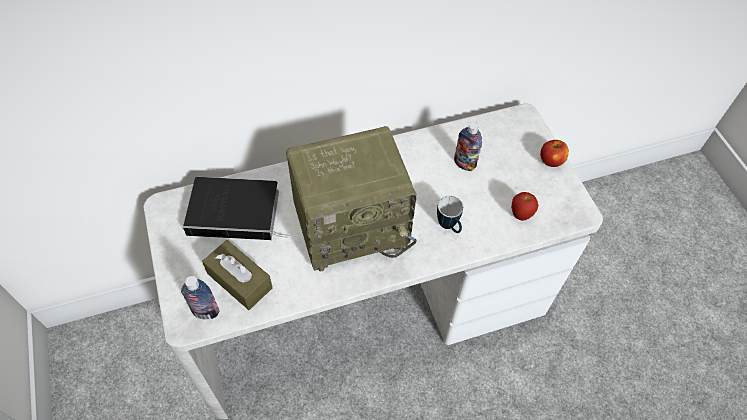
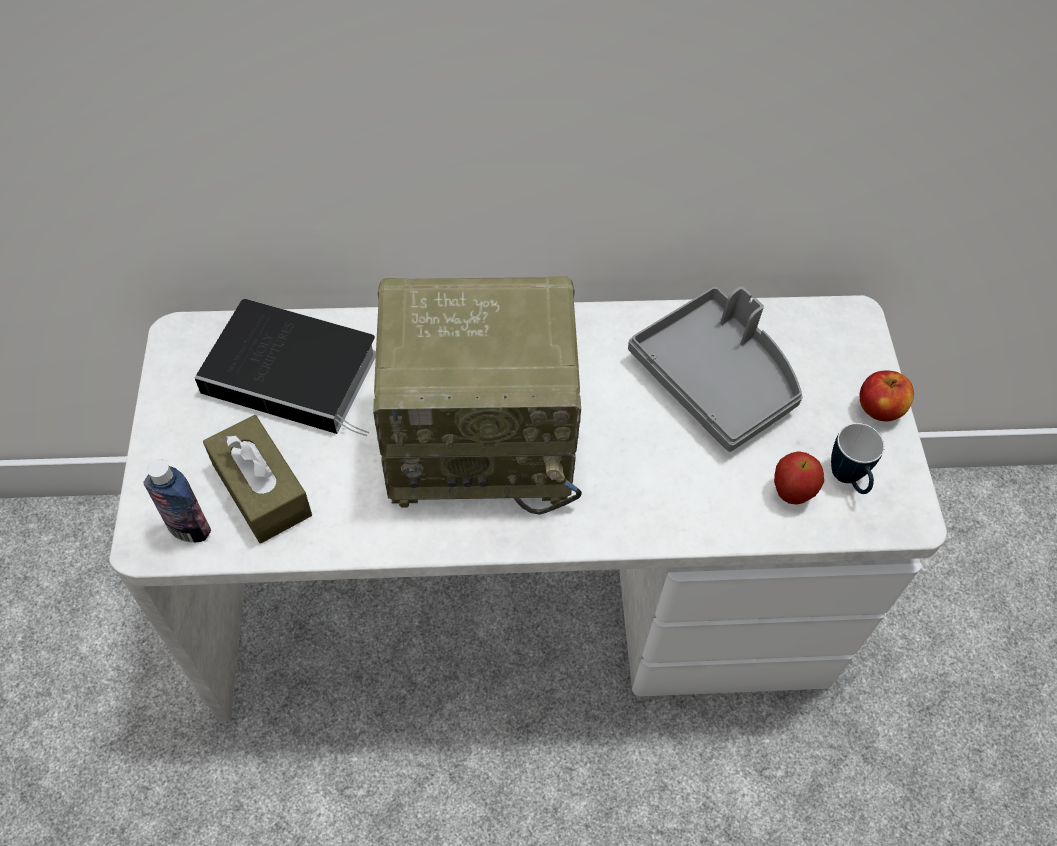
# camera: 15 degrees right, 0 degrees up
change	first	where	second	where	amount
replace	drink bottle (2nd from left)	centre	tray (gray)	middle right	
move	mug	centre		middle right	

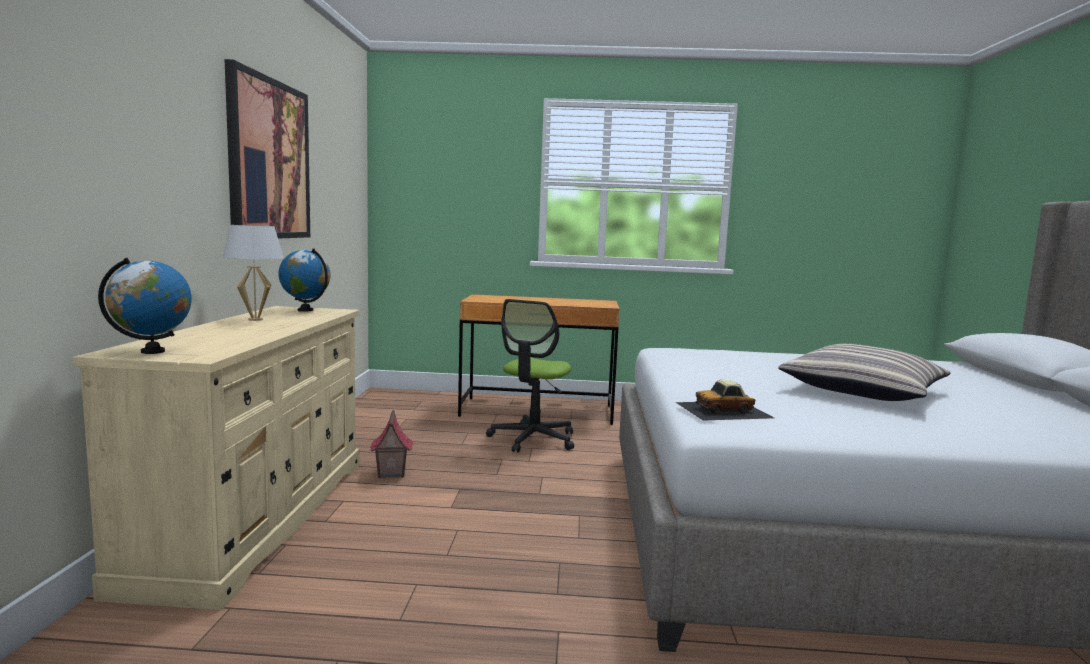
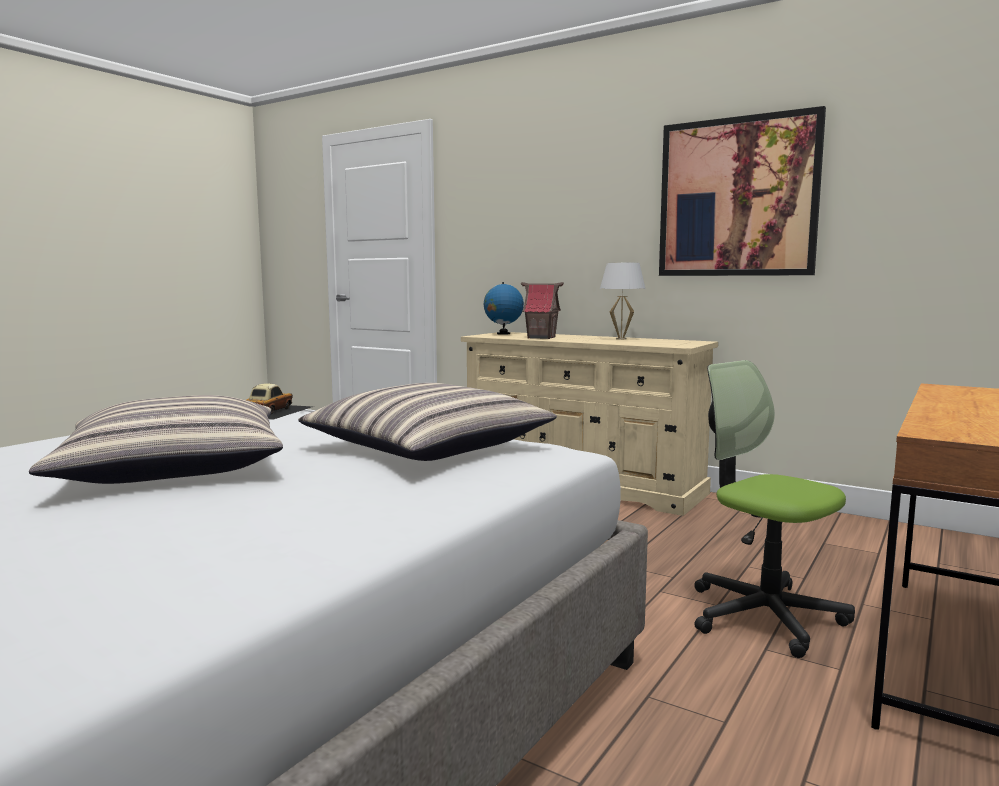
# camera: 120 degrees right, 0 degrees up
change	first	where	second	where	amount
delete	globe (2nd from left)	middle left			
move	model house	bottom centre		centre	
insert			throw pillow (2nd from left)	centre	

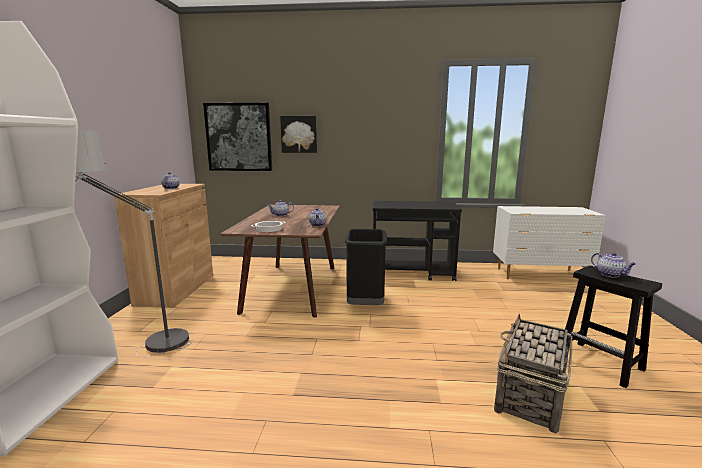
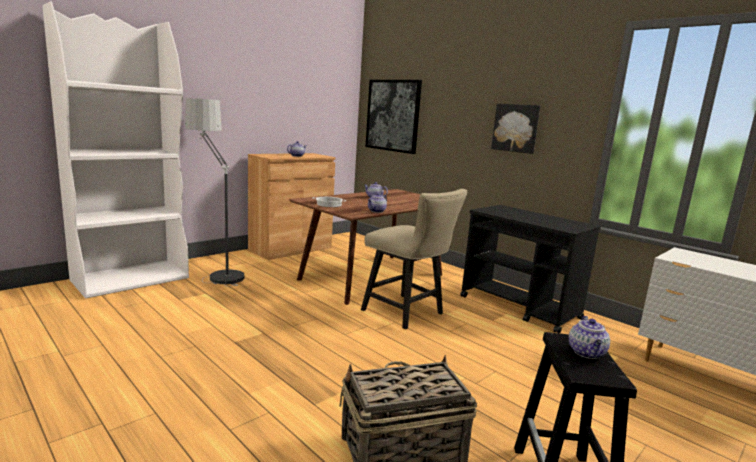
# camera: 40 degrees right, 0 degrees up
change	first	where	second	where	amount
move	picture (2nd from left)	top centre		top right	
replace	trash can (blackish)	centre	plain chair (beige)	centre	

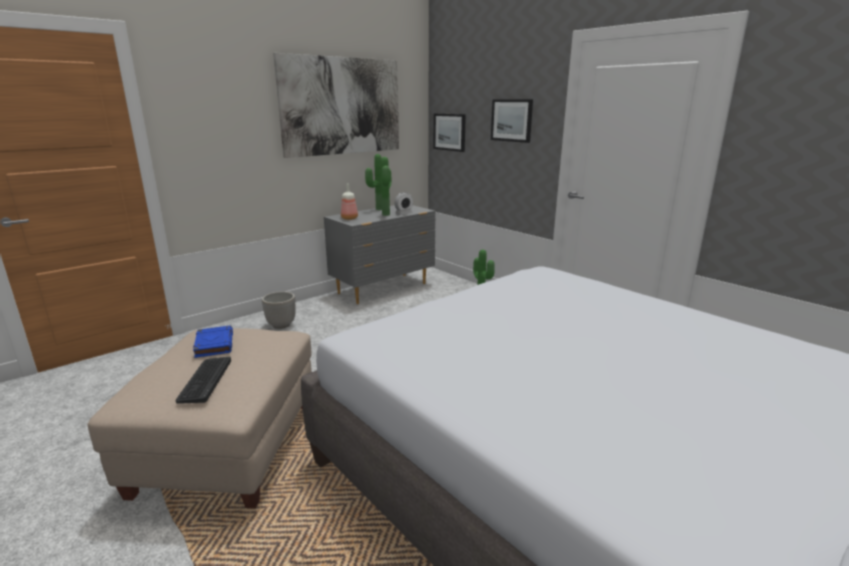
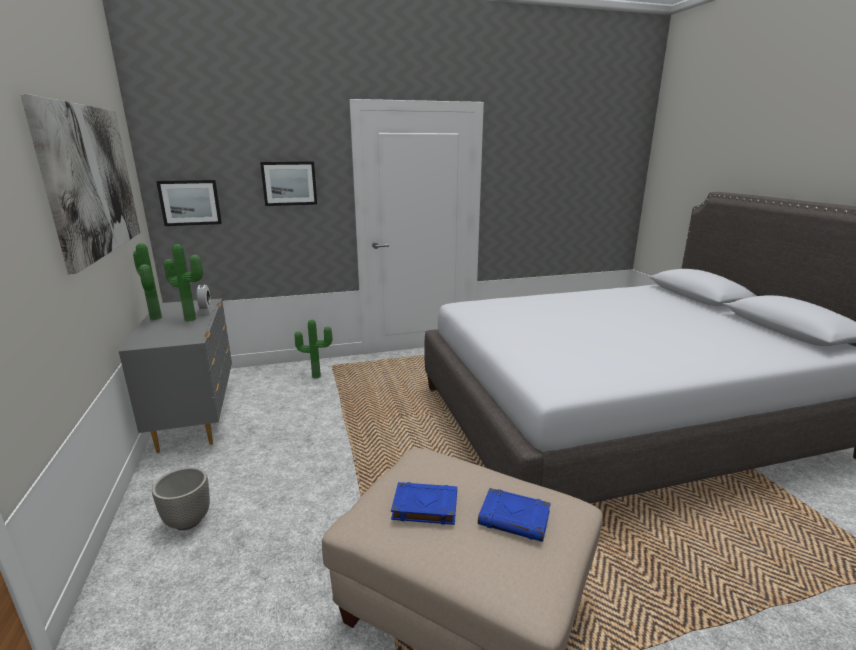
# camera: 65 degrees left, 0 degrees up
change	first	where	second	where	amount
delete	drink bottle	centre			
replace	computer keyboard	bottom left	bound book (blue-coloured) (2nd from left)	bottom centre	

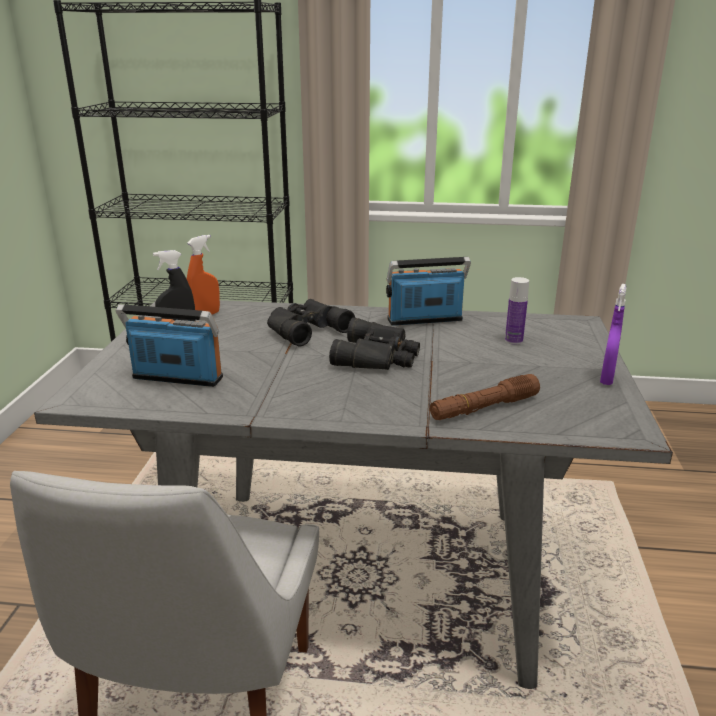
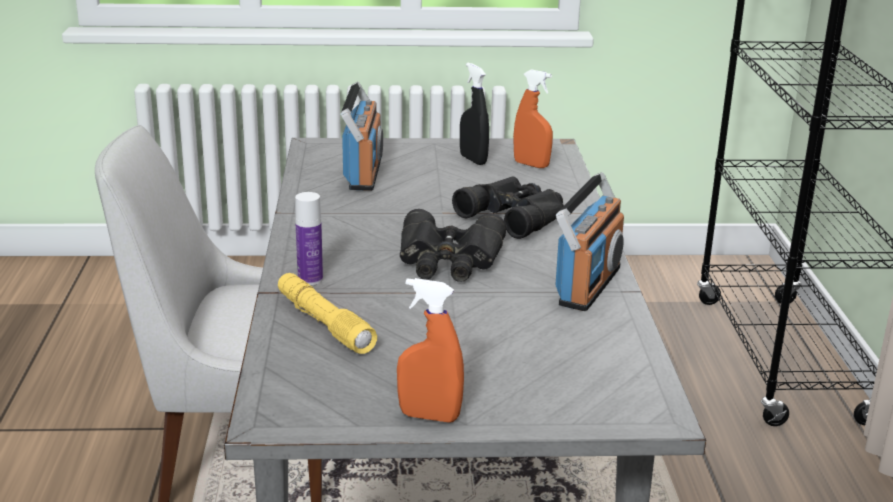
# camera: 80 degrees right, 0 degrees up
change	first	where	second	where	amount
rotate	radio (2nd from left)	centre		centre	45 degrees clockwise
move	drink bottle	middle right		centre	
recolor	spray bottle (purplish)	middle right	spray bottle (orangey) (1st from left)	bottom centre	
recolor	flashlight (brown)	middle right	flashlight (yellow-coloured)	centre	

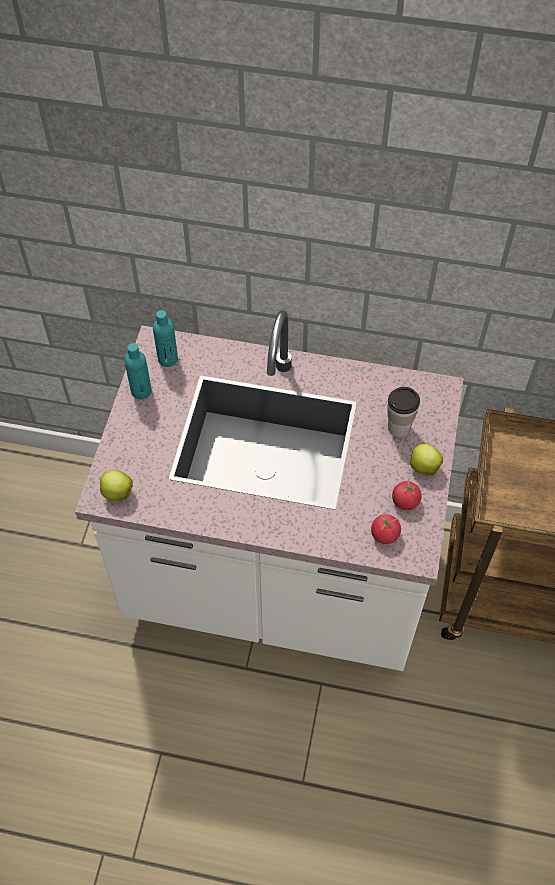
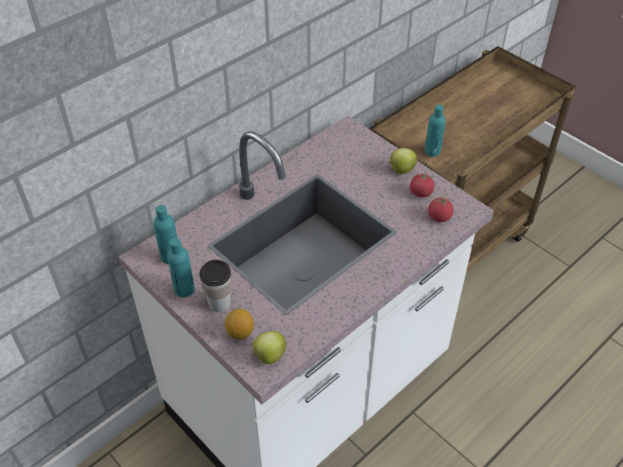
# camera: 55 degrees left, 10 degrees down
change	first	where	second	where	amount
move	cup	middle right		centre	
insert			drink bottle (turquoise) (3rd from left)	top right	
insert			lemon	bottom centre	

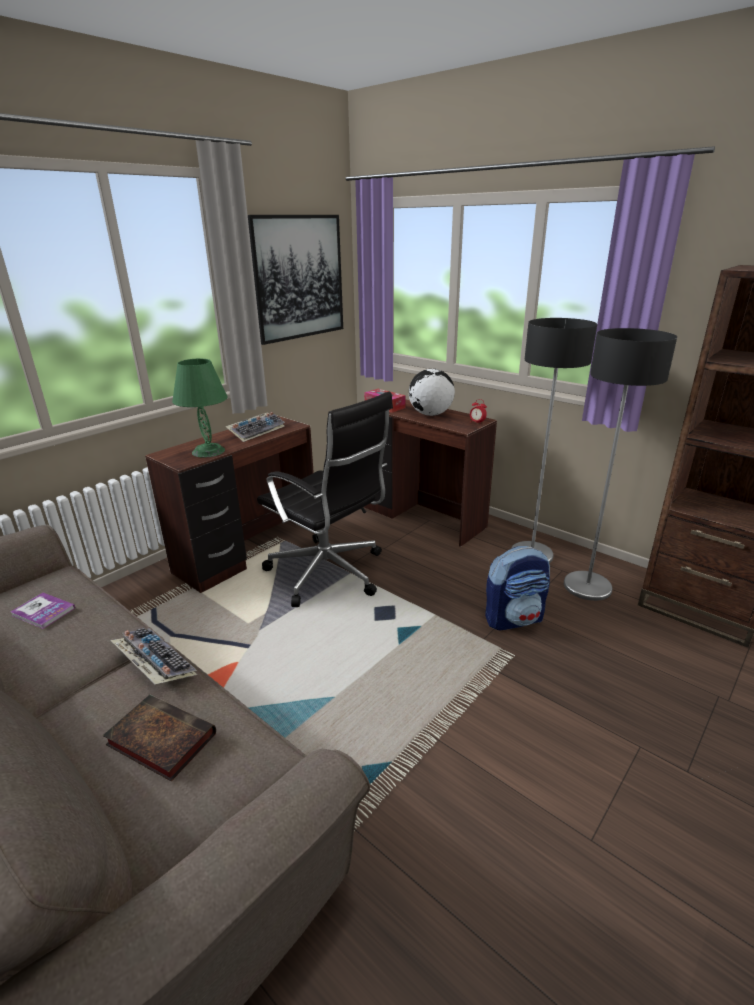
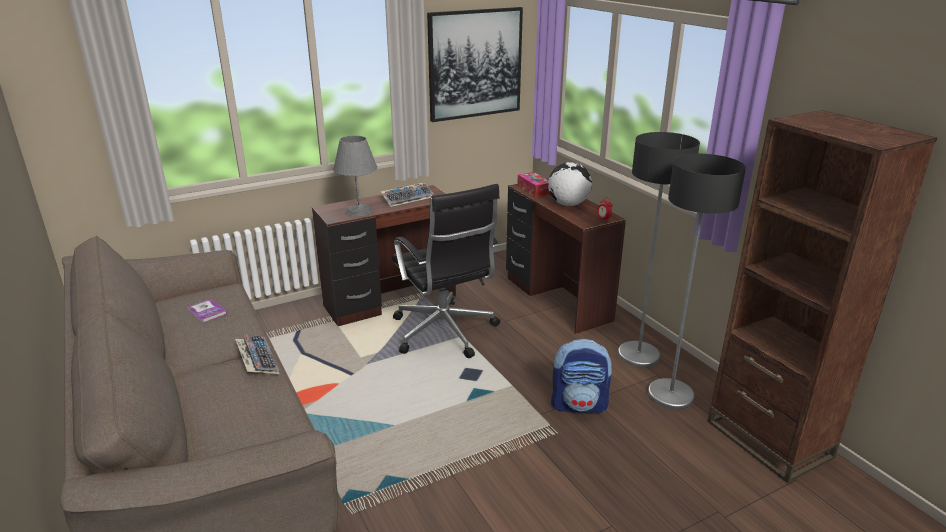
# camera: 20 degrees right, 0 degrees up
change	first	where	second	where	amount
recolor	lamp for a table (green)	middle left	lamp for a table (gray)	top centre	
delete	bound book (2nd from left)	bottom left			

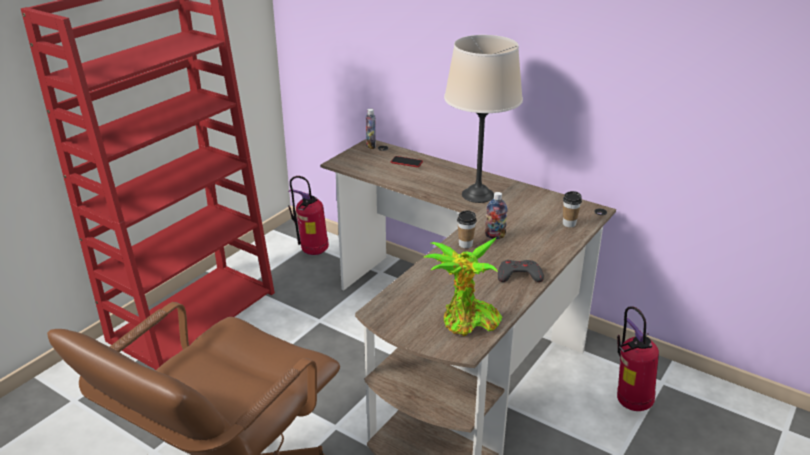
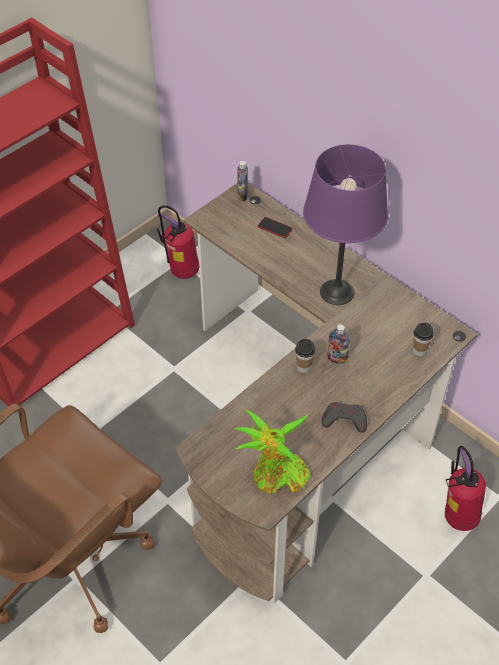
# camera: 10 degrees right, 20 degrees up
change	first	where	second	where	amount
recolor	lamp for a table (beige)	top centre	lamp for a table (purplish)	middle right	

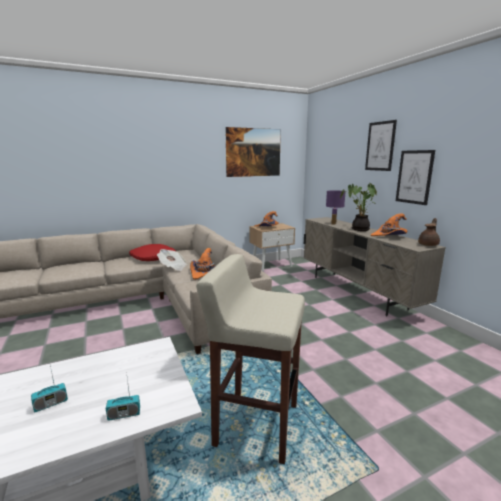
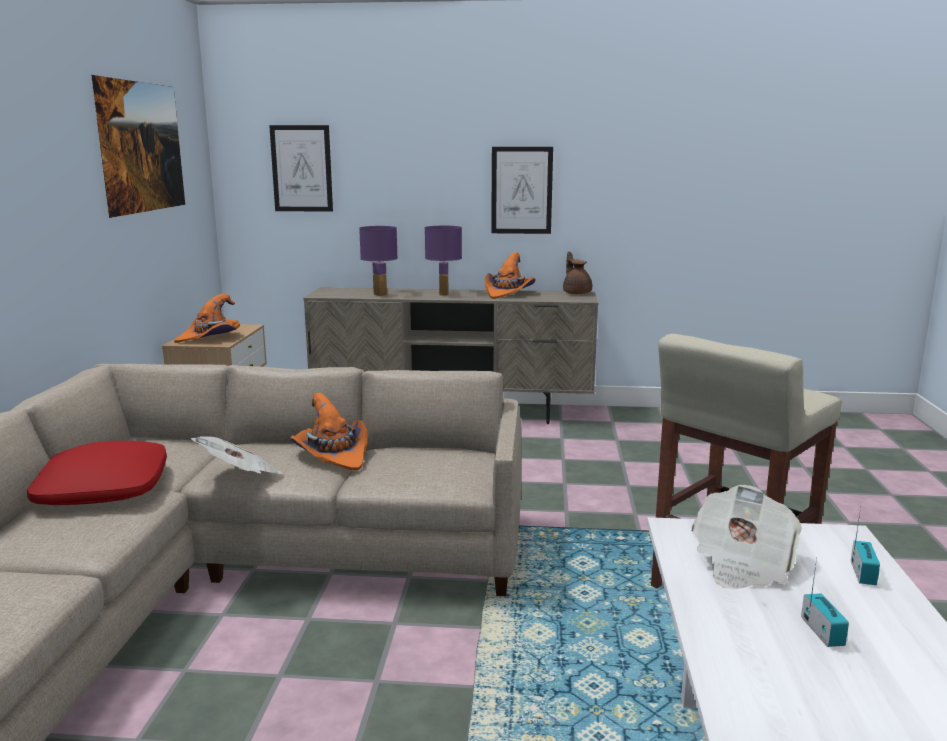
# camera: 60 degrees left, 0 degrees up
change	first	where	second	where	amount
move	picture (2nd from left)	top right		top left	
replace	plant in a pot	middle right	lamp for a table (purplish) (2nd from left)	centre	
insert			printed paper (2nd from left)	bottom right	

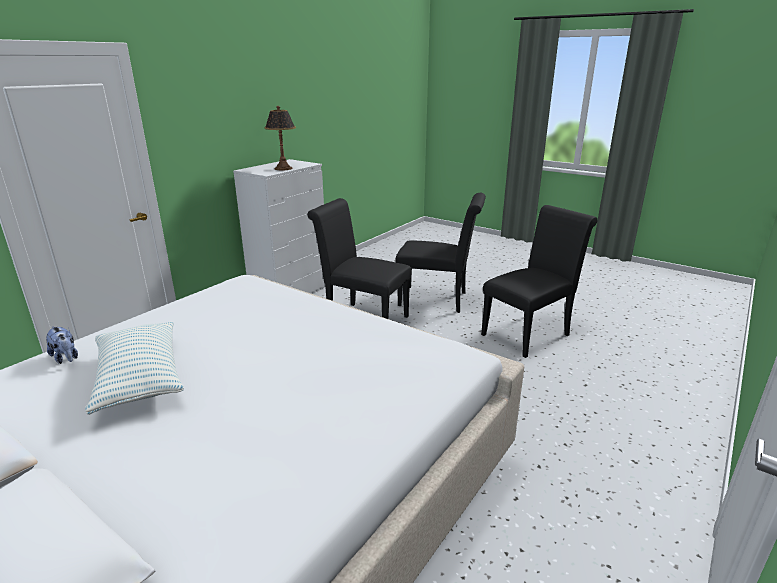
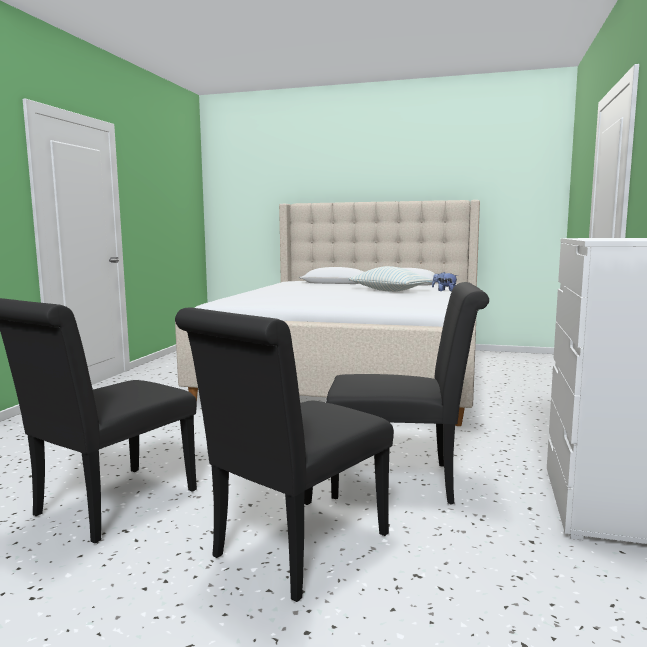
# camera: 160 degrees right, 15 degrees down
change	first	where	second	where	amount
delete	lamp for a table	top centre			
rotate	plain chair (blackish) (2nd from left)	centre		bottom centre	45 degrees counterclockwise

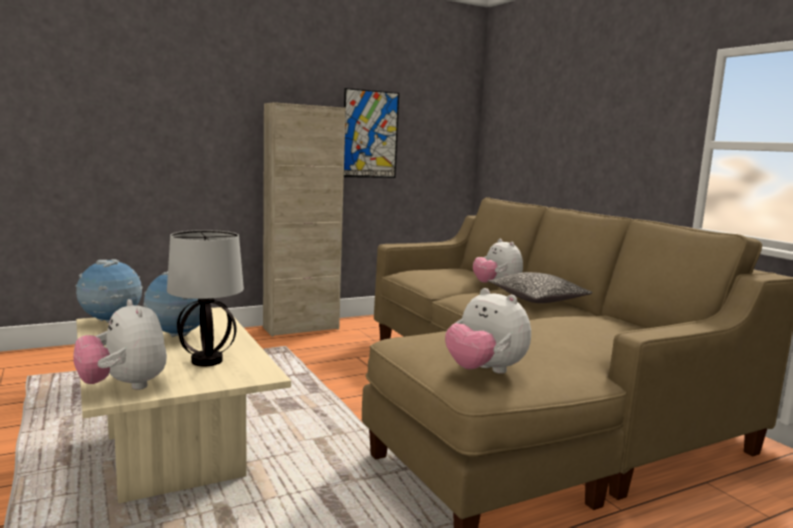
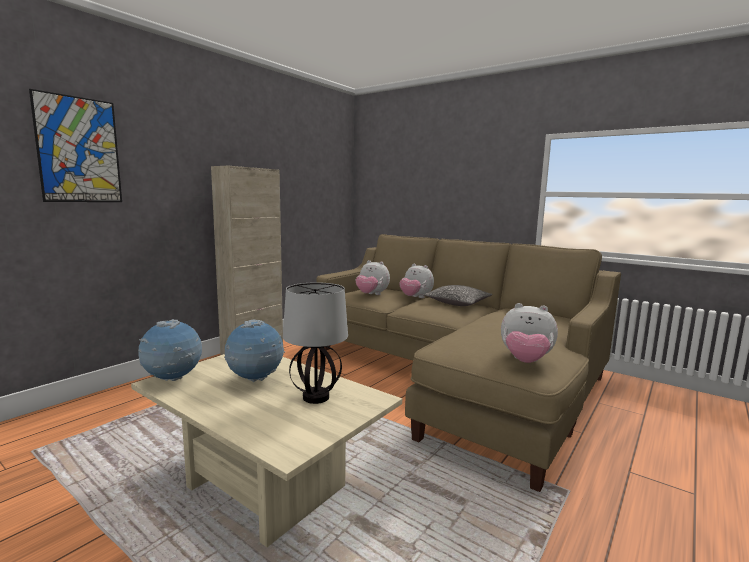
# camera: 25 degrees left, 0 degrees up
change	first	where	second	where	amount
move	picture	top centre		top left	
move	cuddly toy (1st from left)	middle left		centre	

